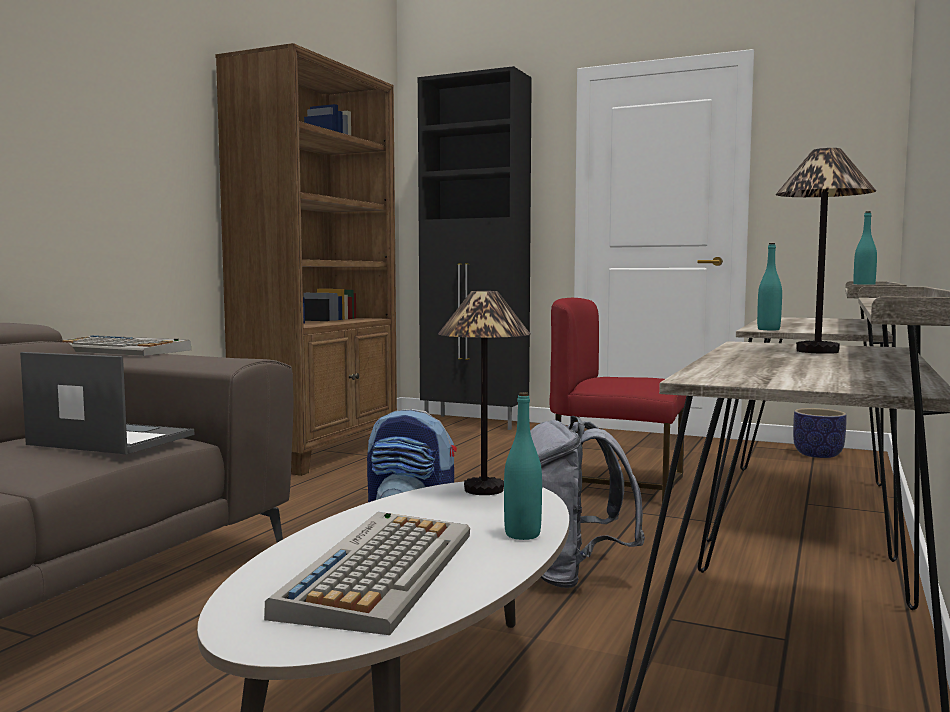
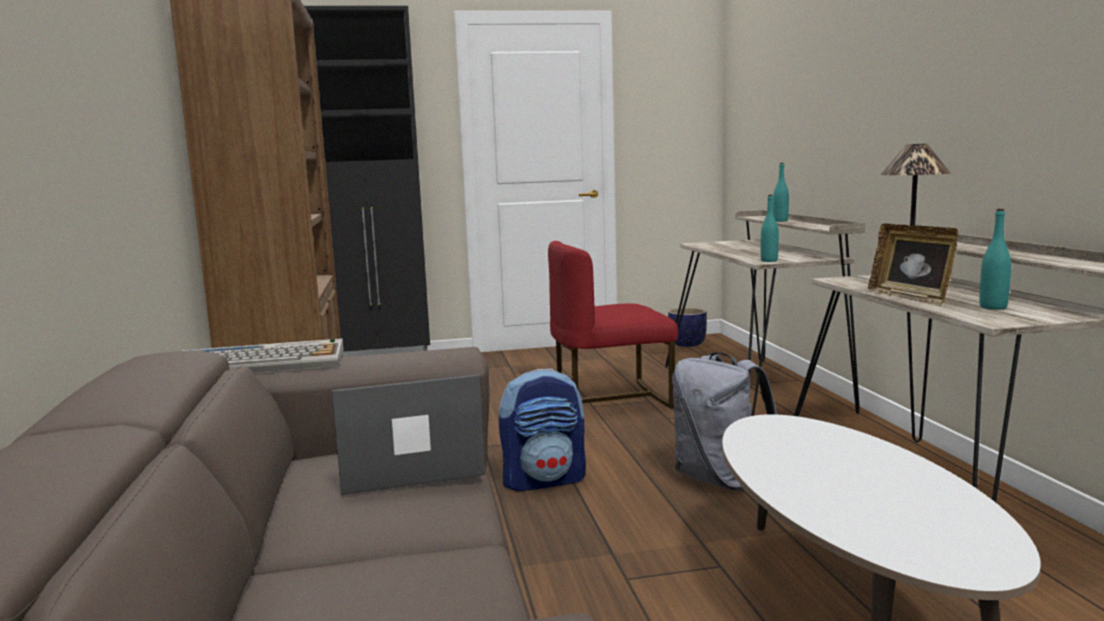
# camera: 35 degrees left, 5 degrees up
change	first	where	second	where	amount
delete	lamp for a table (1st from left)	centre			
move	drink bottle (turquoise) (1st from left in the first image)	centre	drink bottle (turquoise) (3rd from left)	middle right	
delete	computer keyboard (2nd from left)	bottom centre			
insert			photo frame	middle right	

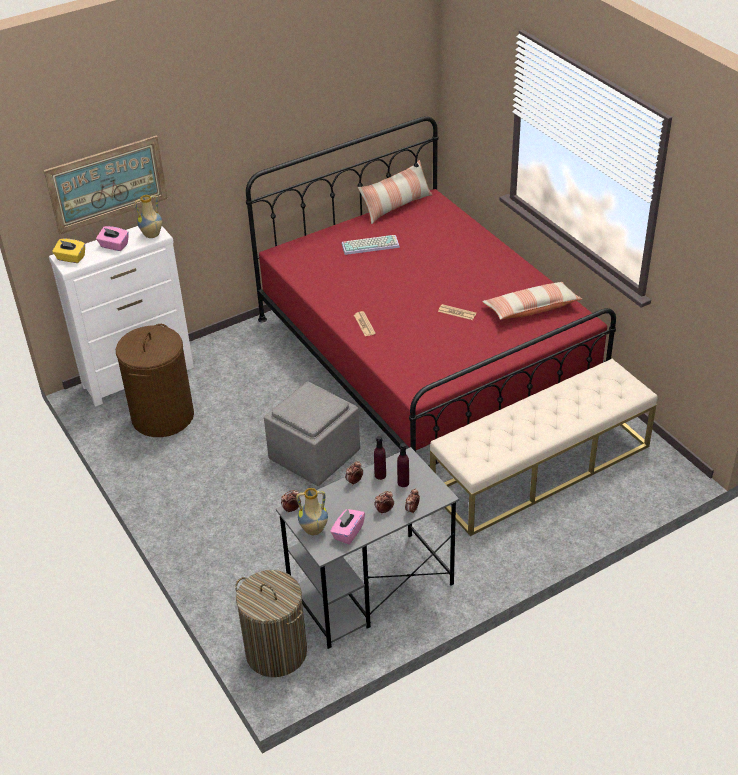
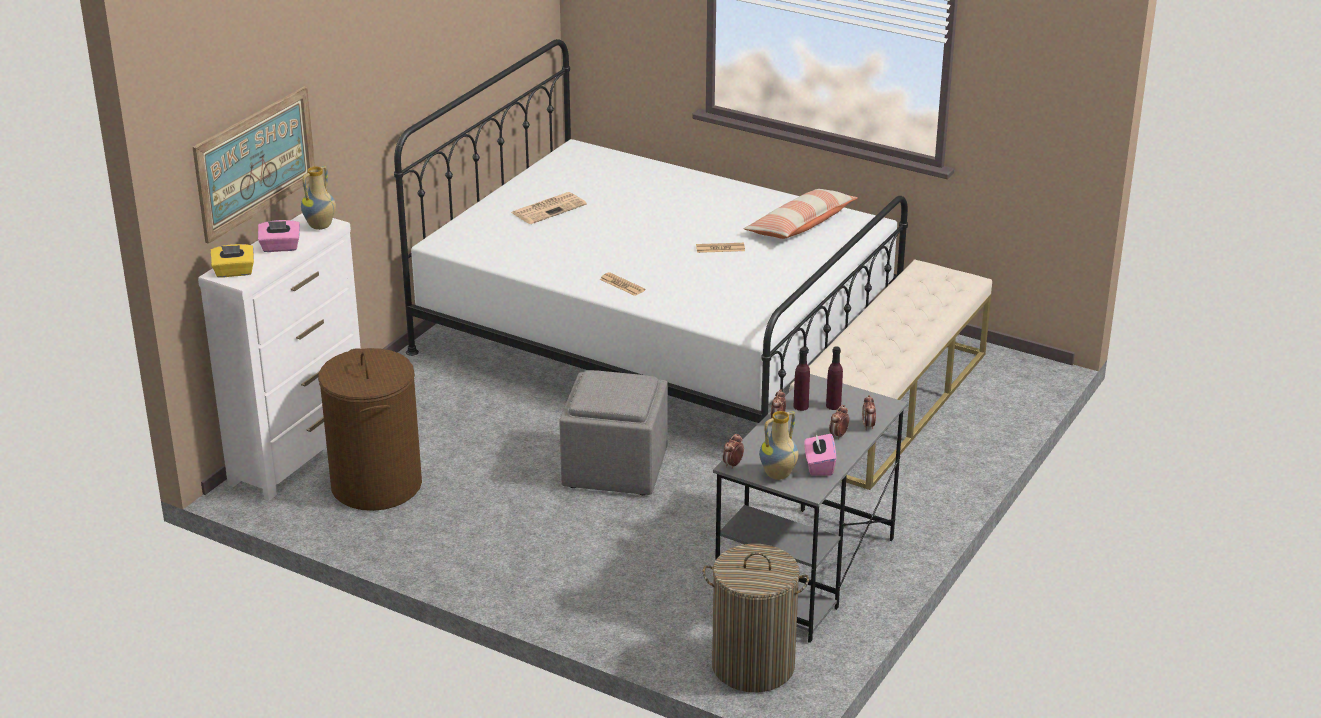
# camera: 30 degrees left, 10 degrees down
change	first	where	second	where	amount
recolor	sleeping bed (red-coloured)	centre	sleeping bed (white-coloured)	top centre	
delete	throw pillow (1st from left)	top centre			
replace	computer keyboard	top centre	printed paper (1st from left)	top centre	

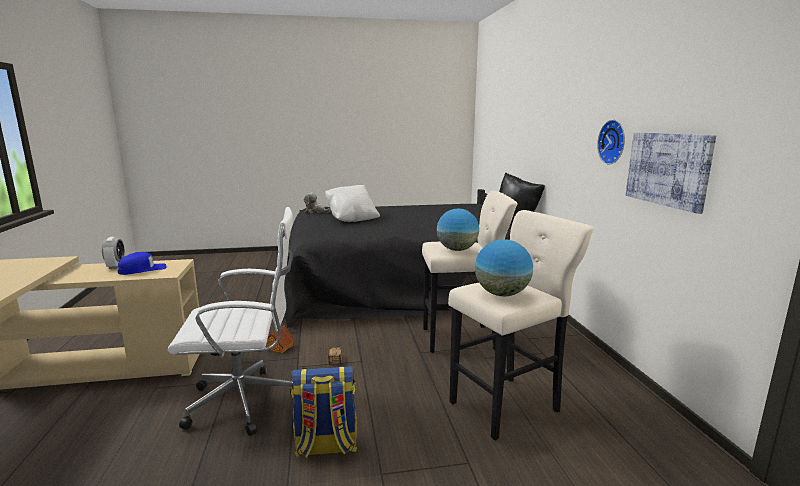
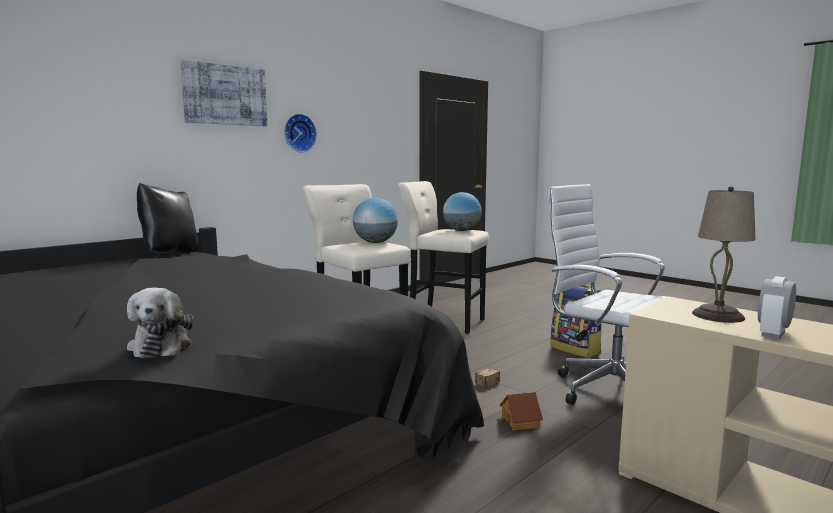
# camera: 125 degrees left, 5 degrees down
change	first	where	second	where	amount
move	picture	middle right		top left	
delete	throw pillow (white-coloured)	centre			
replace	baseball cap (blue-coloured)	middle left	lamp for a table (beige)	middle right	

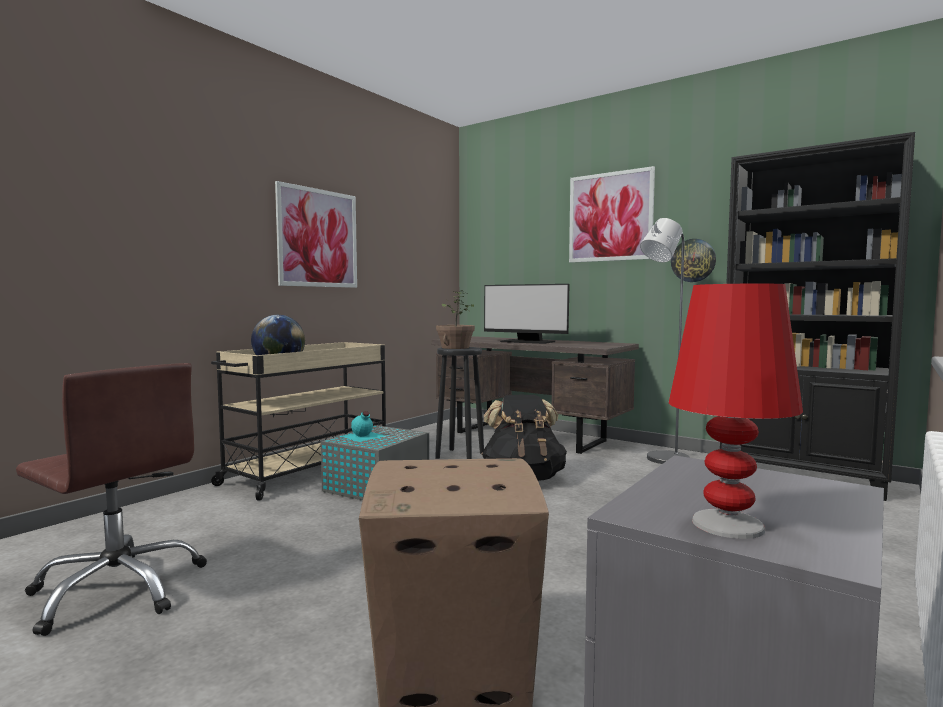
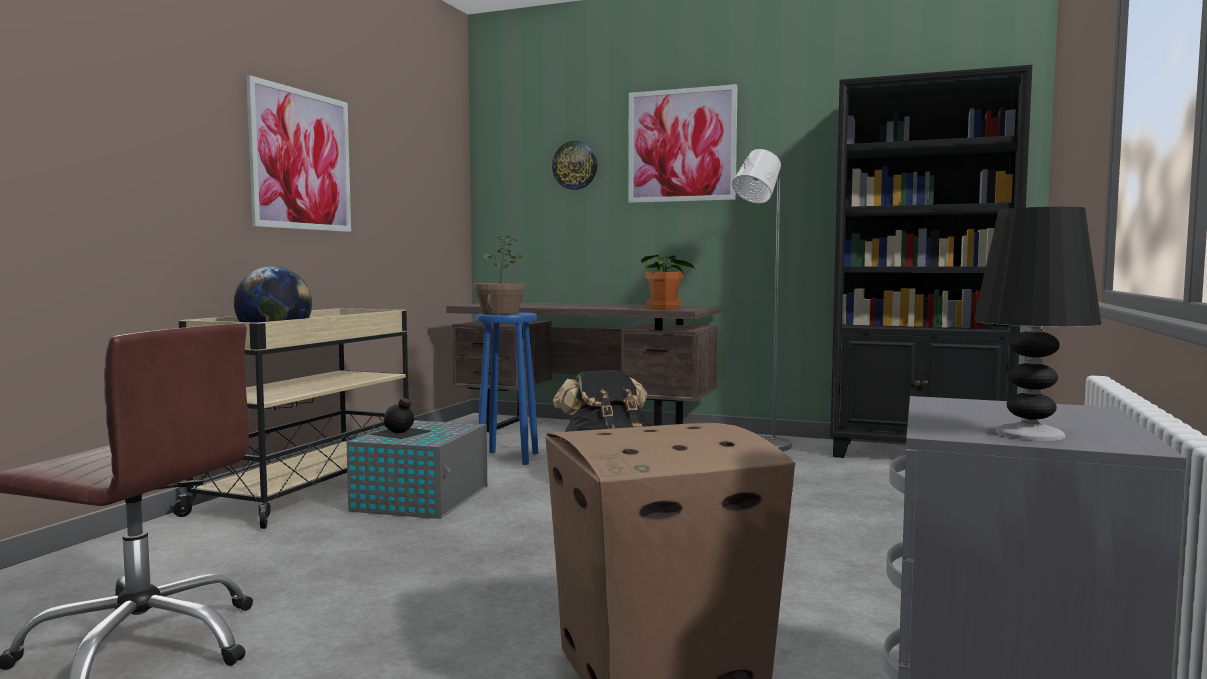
# camera: 15 degrees left, 0 degrees up
change	first	where	second	where	amount
move	hanging clock	middle right		top centre	
delete	monitor	centre			
recolor	lamp for a table (red-coloured)	middle right	lamp for a table (blackish)	middle right	
recolor	stool seat (blackish)	centre	stool seat (blue-coloured)	centre	
recolor	drink bottle (turquoise)	centre	drink bottle (blackish)	middle left	
insert			plant in a pot (2nd from left)	centre	

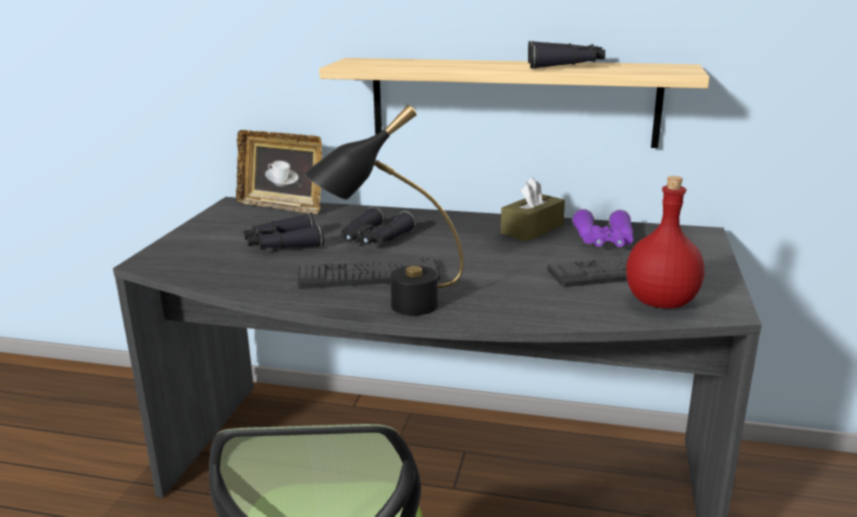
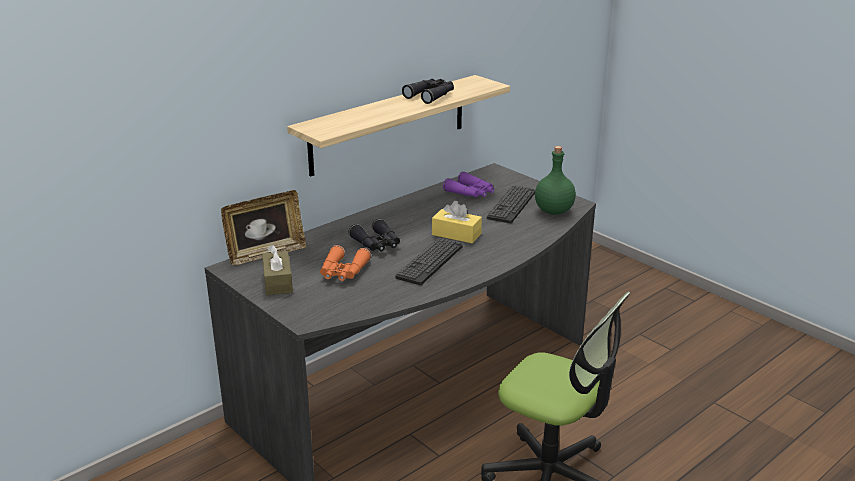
# camera: 55 degrees left, 5 degrees up
change	first	where	second	where	amount
delete	lamp for a table (blackish)	centre			
recolor	drink bottle (red-coloured)	middle right	drink bottle (green)	centre	
move	tissue box (brown)	centre		middle left	
recolor	field glasses (blackish) (1st from left)	middle left	field glasses (orangey)	centre	
insert			tissue box (yellow-coloured)	centre	

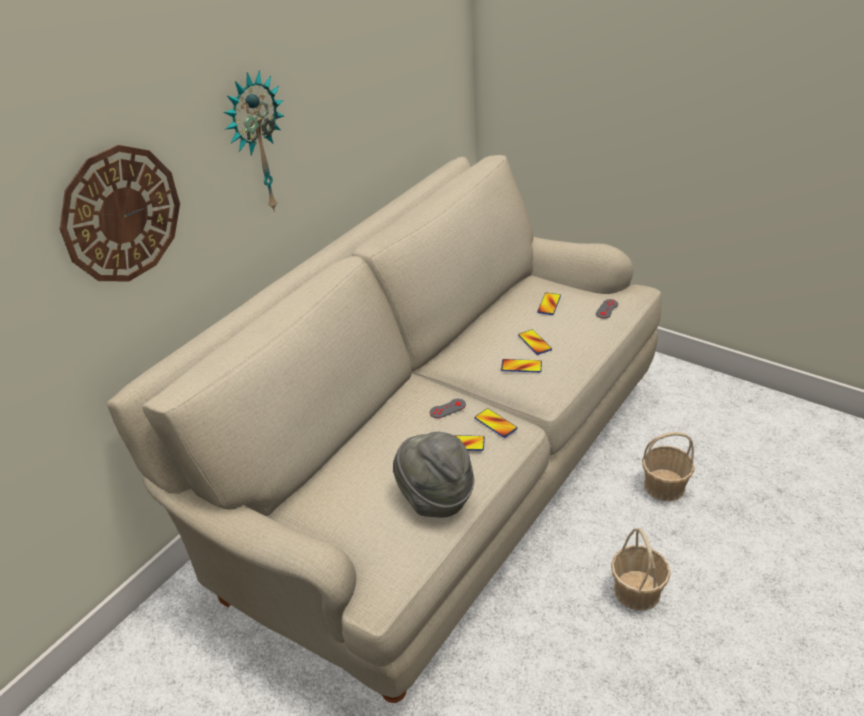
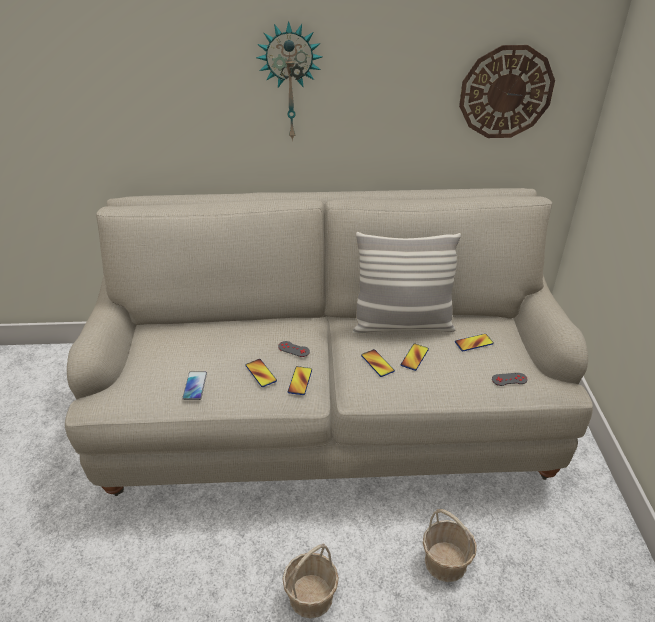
# camera: 50 degrees right, 0 degrees up
change	first	where	second	where	amount
move	hanging clock (1st from left in the first image)	top left	hanging clock (2nd from left)	top right	
replace	clothing hat (gray)	centre	phone (1st from left)	middle left	
insert			throw pillow	centre	

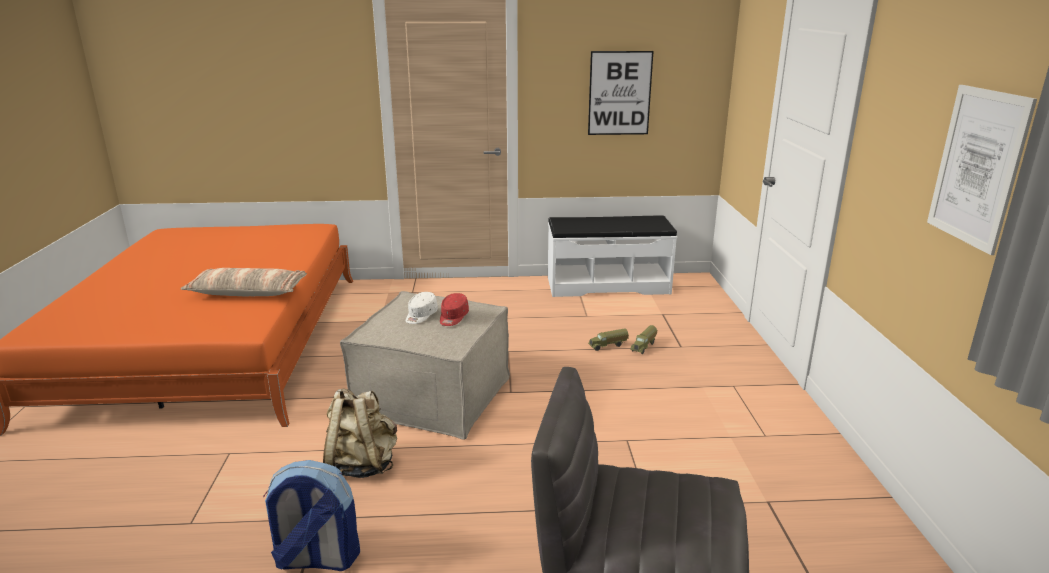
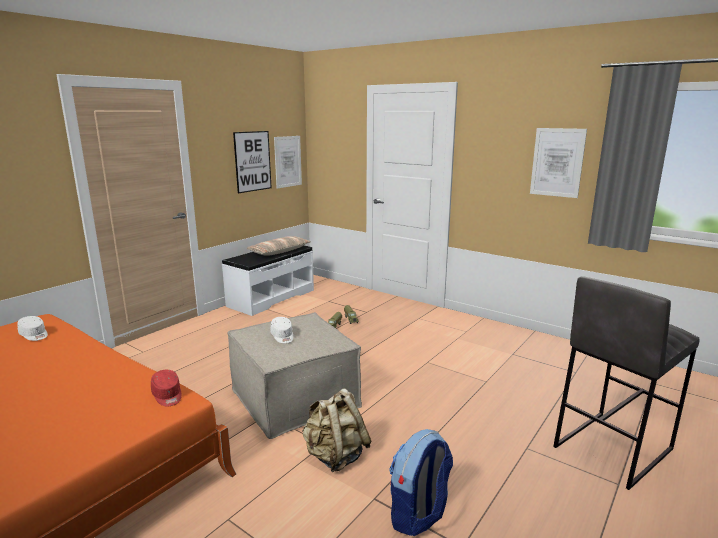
# camera: 50 degrees left, 5 degrees down
change	first	where	second	where	amount
move	throw pillow	middle left		centre	
move	baseball cap (red-coloured)	centre		bottom left	
insert			picture (2nd from left)	top centre	
insert			baseball cap (white-coloured) (1st from left)	middle left	

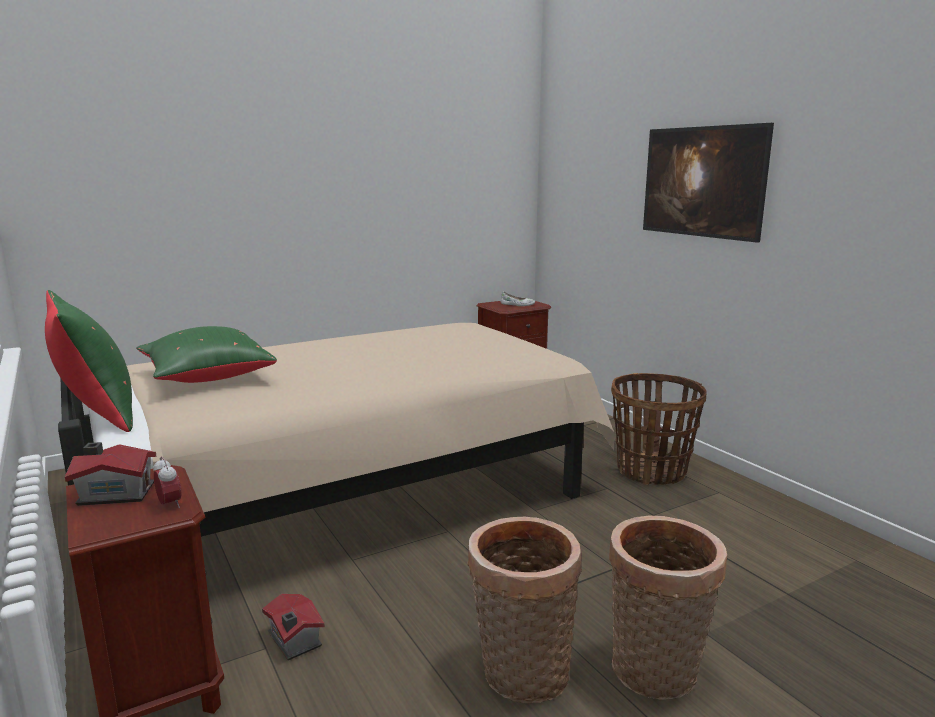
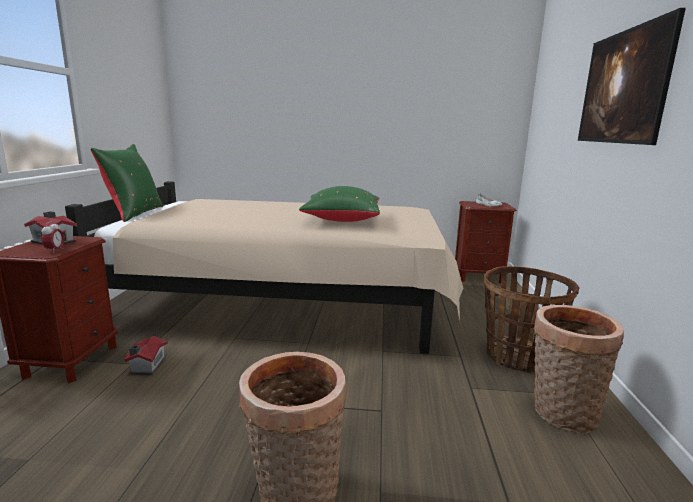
# camera: 35 degrees right, 0 degrees up
change	first	where	second	where	amount
move	throw pillow (green) (2nd from left)	middle left		centre	
move	household basket (1st from left in the first image)	bottom centre	household basket (3rd from left)	bottom right	

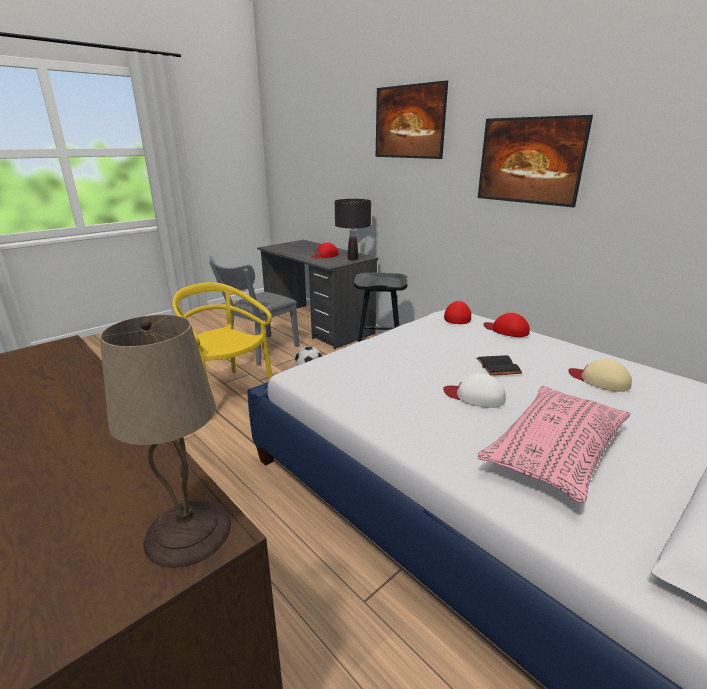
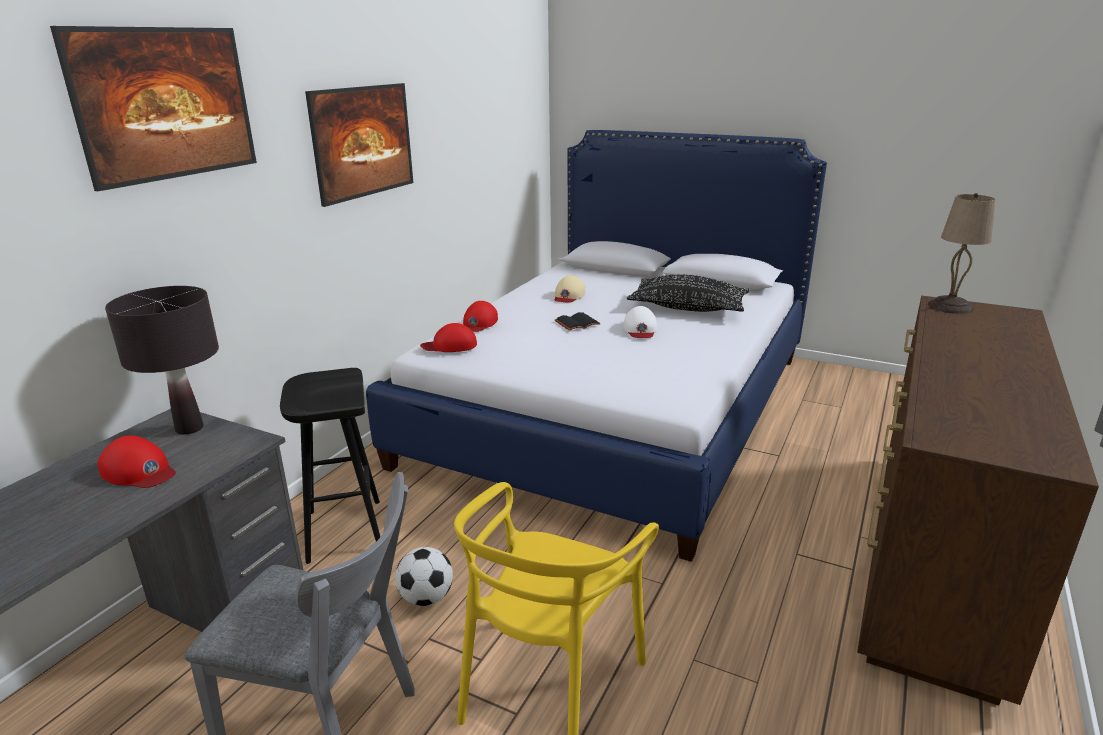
# camera: 110 degrees left, 0 degrees up
change	first	where	second	where	amount
recolor	throw pillow (pink)	middle right	throw pillow (blackish)	centre	

